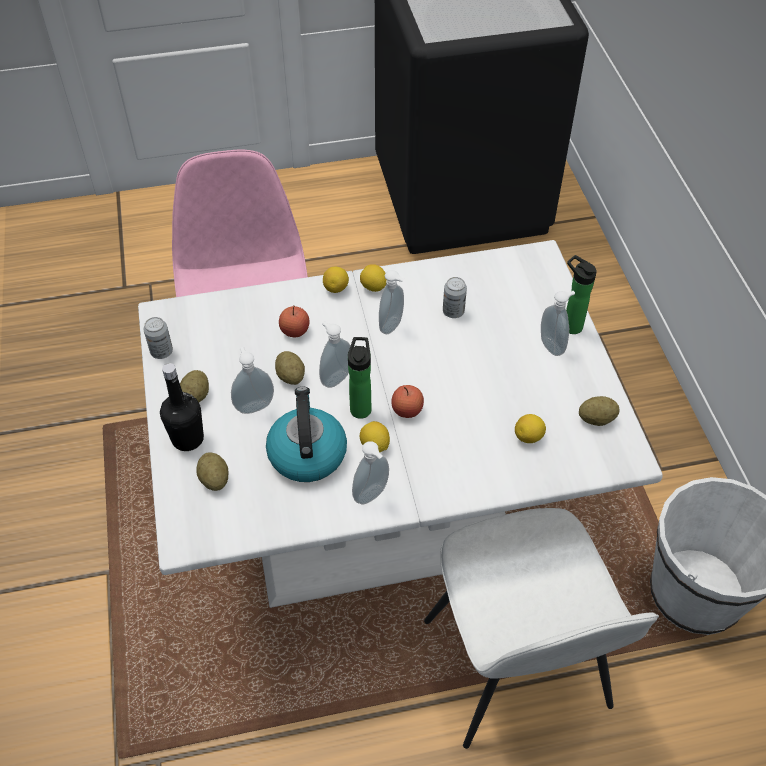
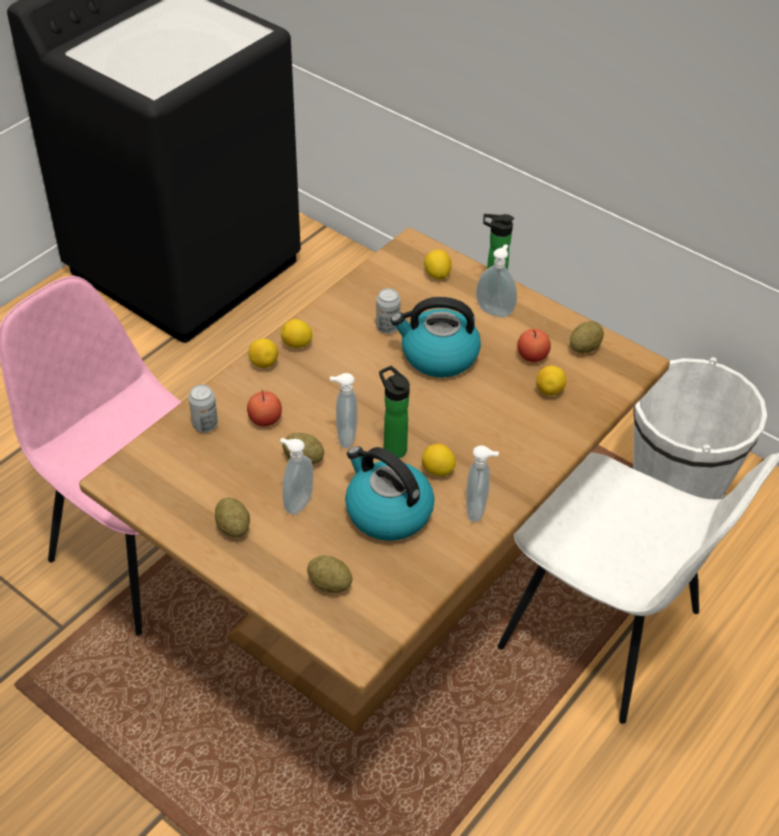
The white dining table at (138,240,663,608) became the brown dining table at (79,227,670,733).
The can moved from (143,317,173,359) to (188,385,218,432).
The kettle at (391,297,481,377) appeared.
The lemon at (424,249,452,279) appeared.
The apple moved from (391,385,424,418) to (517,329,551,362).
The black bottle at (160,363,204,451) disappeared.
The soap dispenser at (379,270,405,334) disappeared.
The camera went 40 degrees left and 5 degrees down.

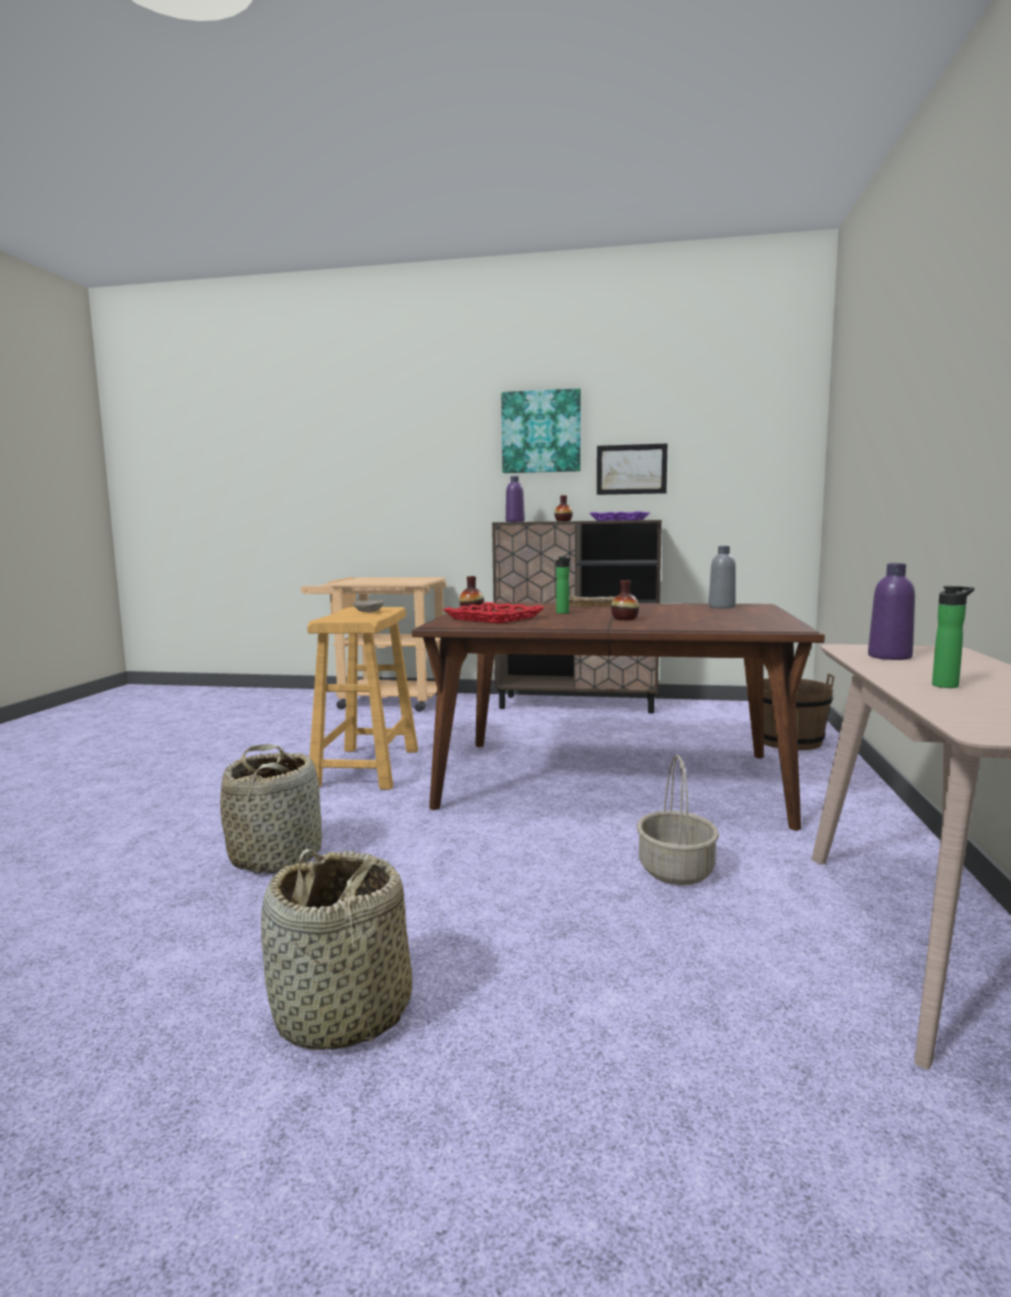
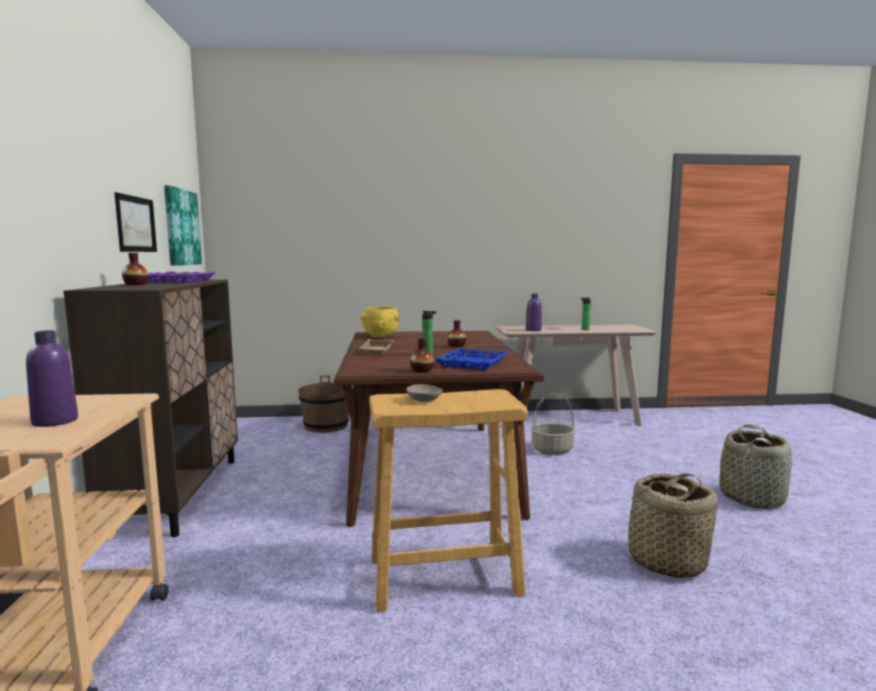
The purple bottle moved from (506,476,525,522) to (26,330,78,427).
The picture moved from (501,388,581,473) to (164,185,202,266).
The grey bottle at (708,546,736,609) was replaced by the yellow bowl at (360,307,401,337).
The red tray at (443,602,545,624) became the blue tray at (435,348,508,370).
The camera went 105 degrees left and 0 degrees up.

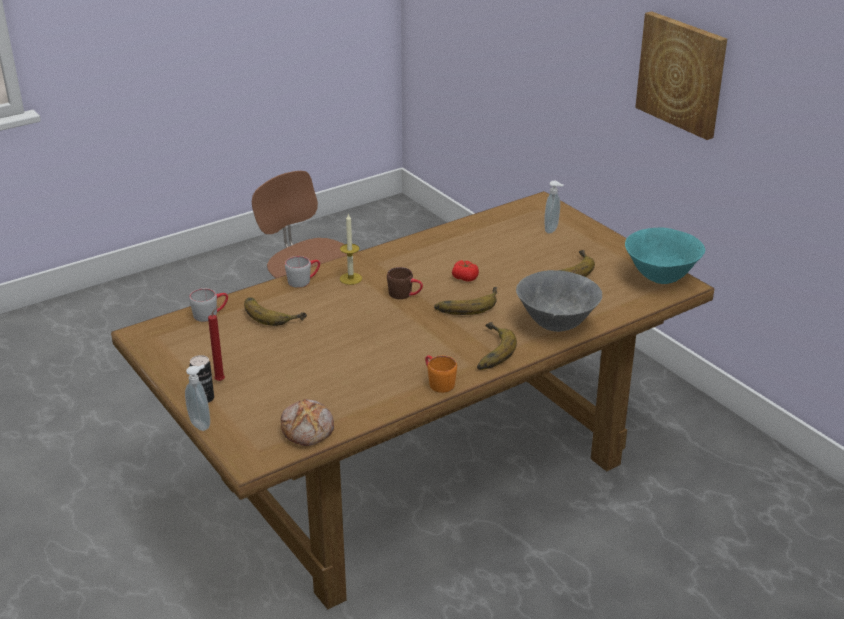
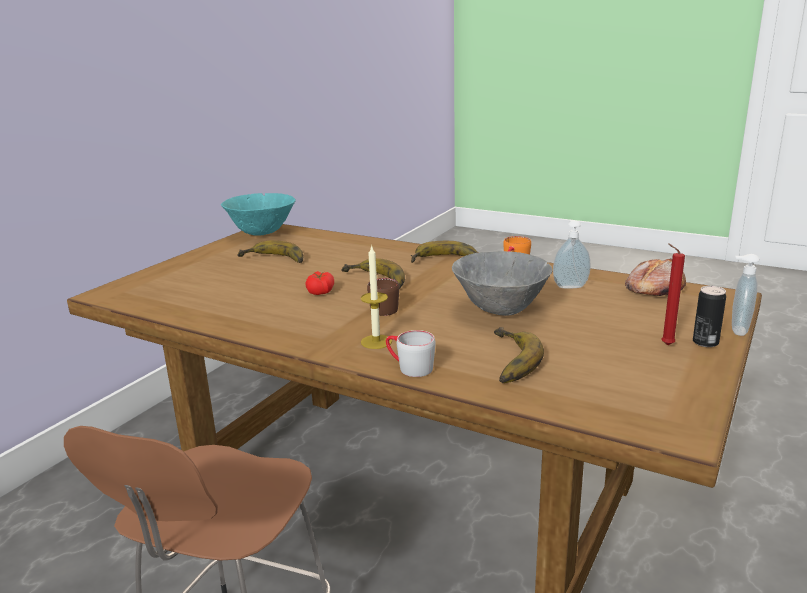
The grey bowl moved from (516,270,602,332) to (452,251,553,316).
The soap dispenser moved from (544,181,563,233) to (553,220,591,289).
The grey mug at (189,288,228,322) disappeared.
The picture at (635,11,727,140) disappeared.
The camera went 115 degrees left and 10 degrees down.

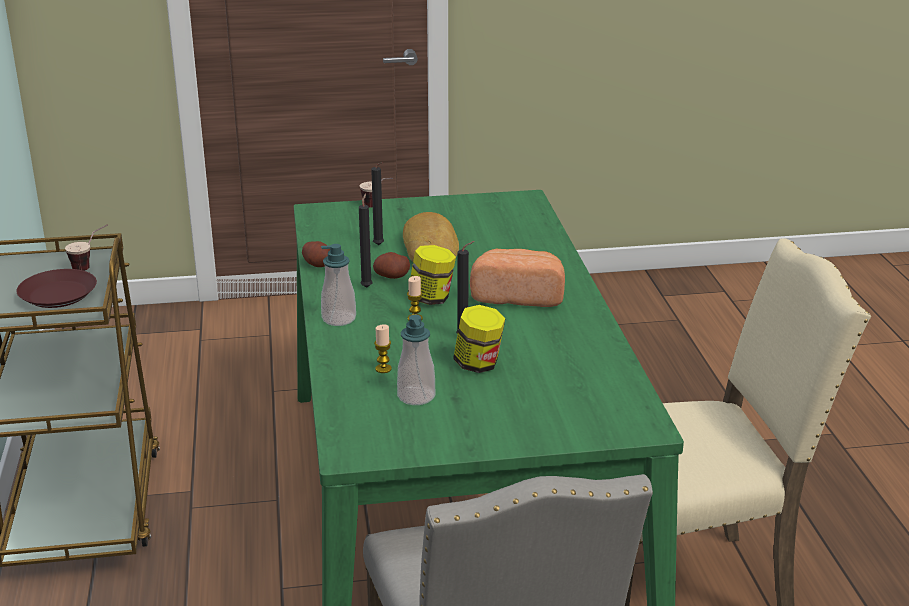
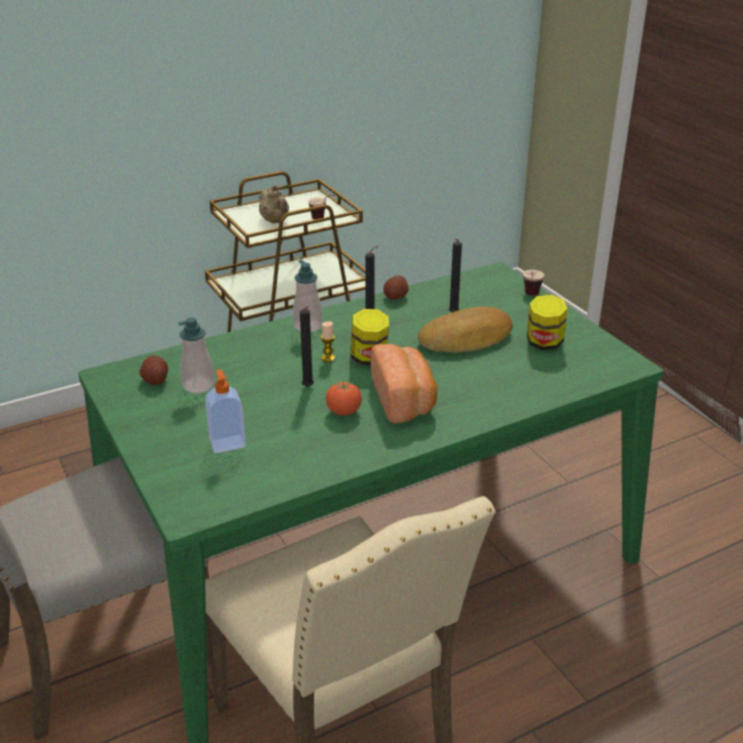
The potato moved from (373,252,410,279) to (140,355,168,385).
The soap dispenser at (205,369,246,453) appeared.
The brown plate at (16,269,97,308) was replaced by the beige teapot at (259,185,289,223).
The tomato at (326,381,362,415) appeared.
The jar moved from (453,305,505,373) to (527,295,568,350).
The candle at (374,324,392,373) disappeared.
The camera went 70 degrees right and 5 degrees up.

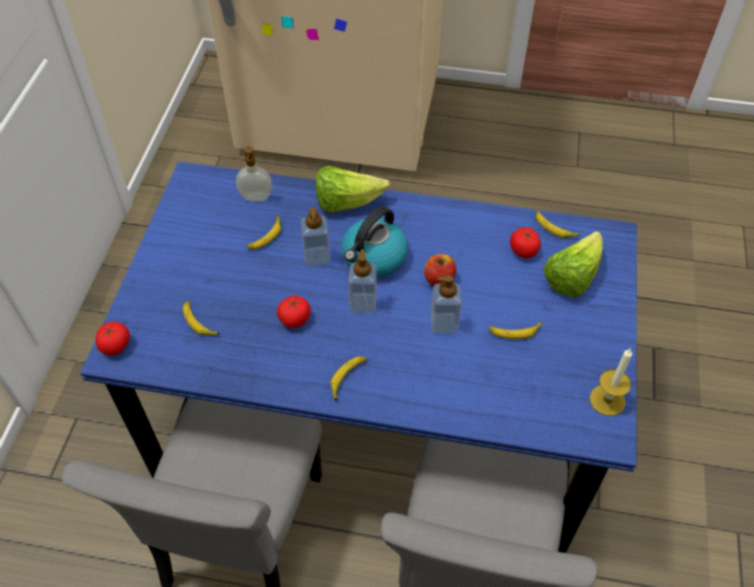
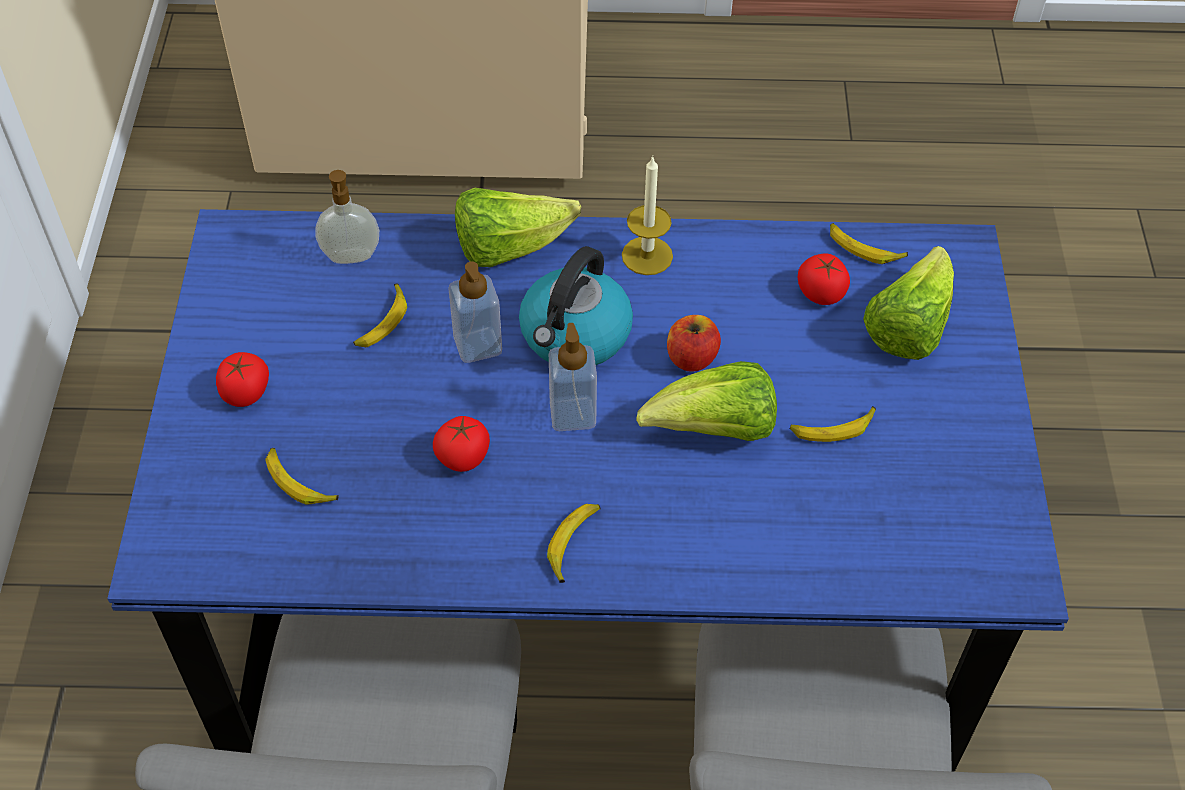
The tomato moved from (96,322,130,355) to (216,352,269,407).
The candle moved from (590,348,632,416) to (622,156,673,275).
The soap dispenser at (431,275,462,333) was replaced by the lettuce at (636,361,777,441).
The camera went 10 degrees left and 0 degrees up.

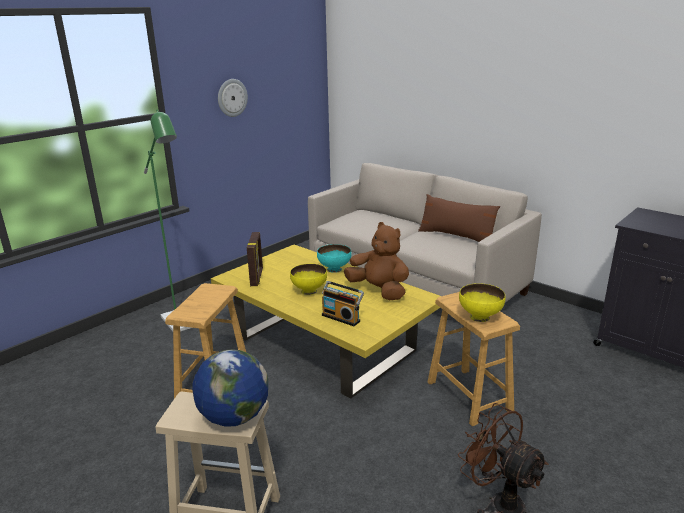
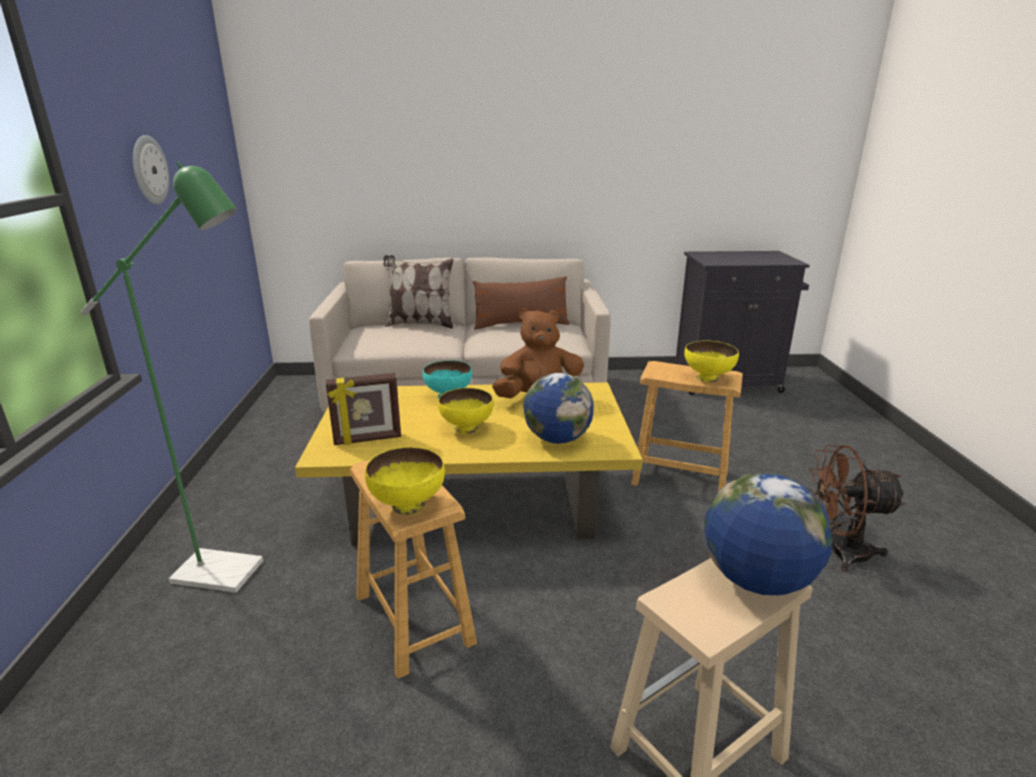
The picture frame at (247,232,263,286) turned 120 degrees clockwise.
The yellow bowl at (365,447,445,515) appeared.
The pillow at (383,255,453,328) appeared.
The radio at (322,281,364,326) was replaced by the globe at (523,373,594,444).
The camera went 45 degrees left and 0 degrees up.

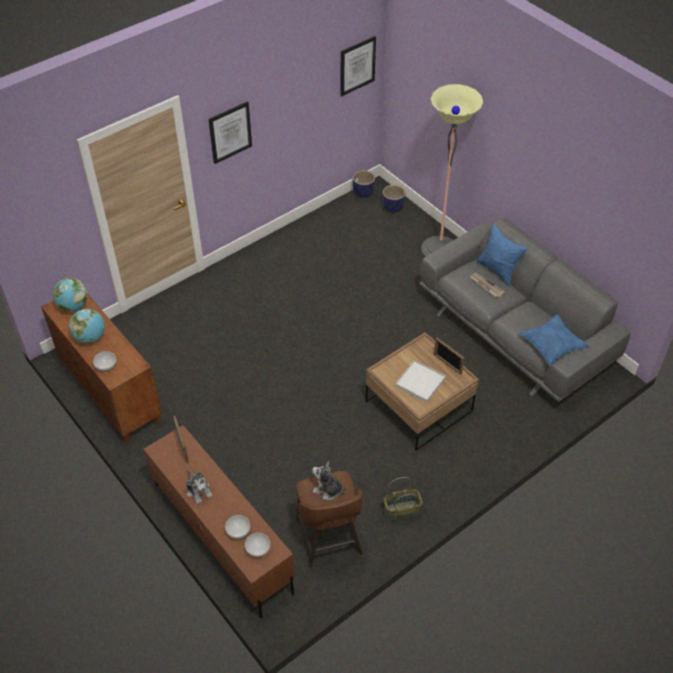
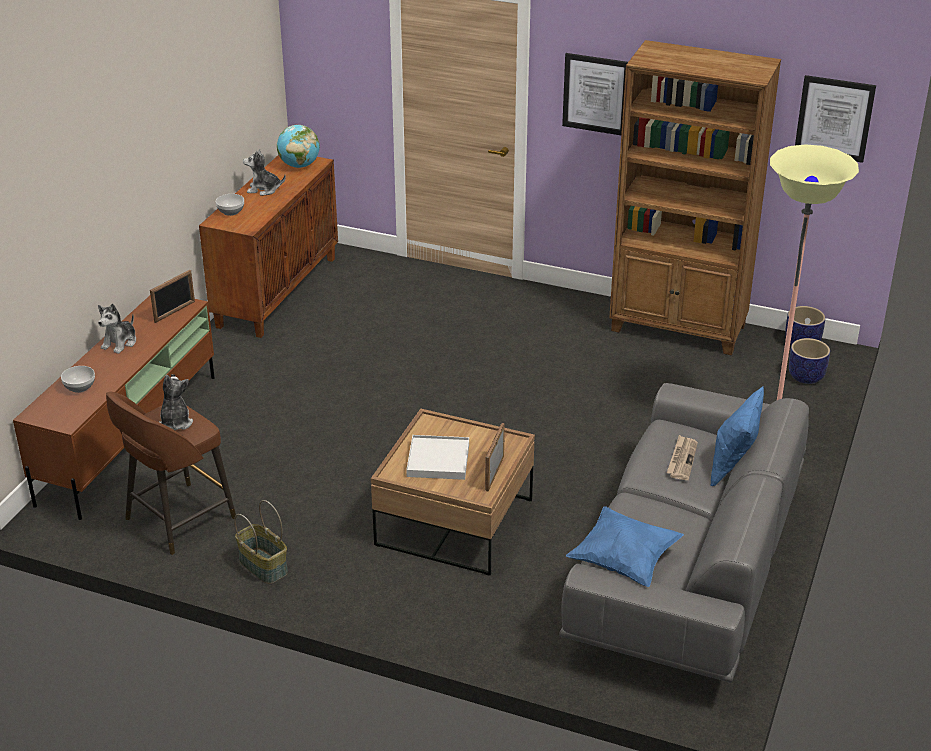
The globe at (69,309,105,344) was replaced by the plush toy at (243,149,286,196).
The brown bookcase at (609,40,781,355) appeared.
The bowl at (245,533,270,558) disappeared.
The camera went 60 degrees right and 15 degrees down.

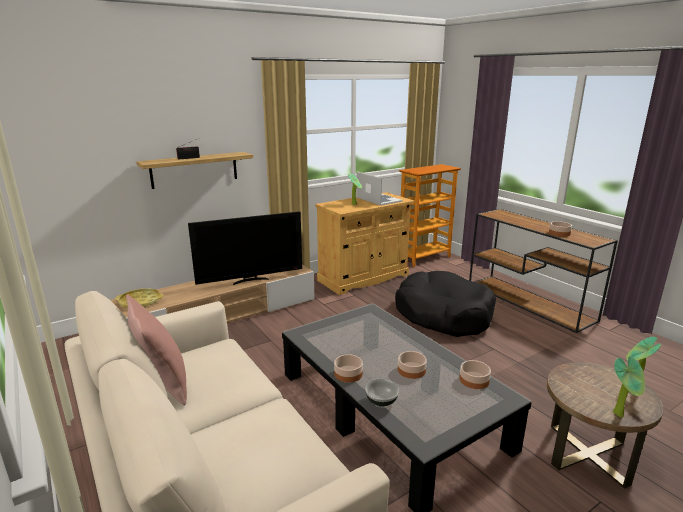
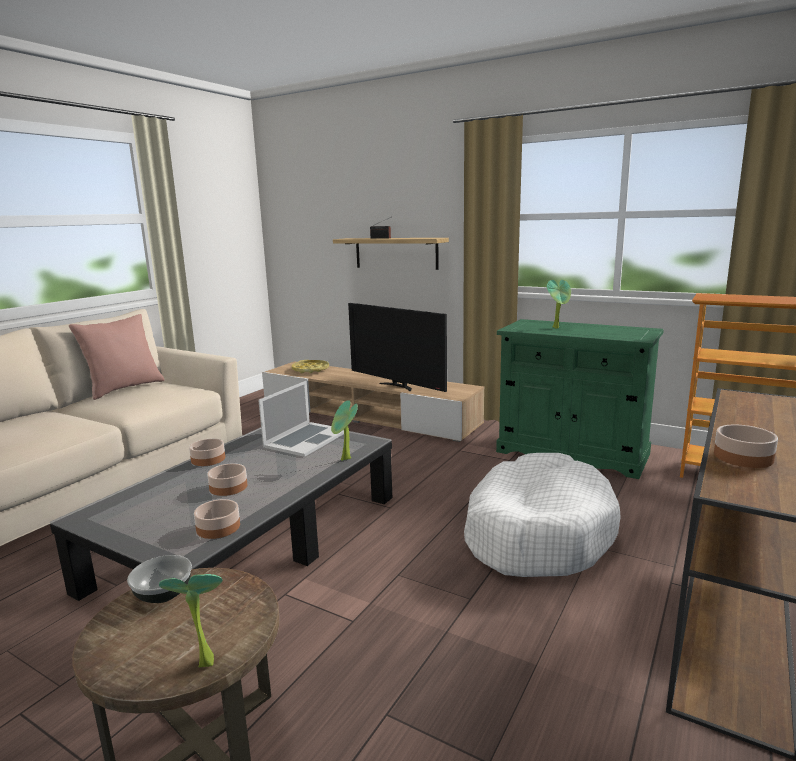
The bowl moved from (365,379,399,406) to (127,555,192,603).
The laptop moved from (357,172,403,206) to (258,381,344,457).
The potted plant moved from (613,357,645,417) to (331,400,358,461).
The black dog bed at (395,271,496,337) became the white dog bed at (464,453,620,577).
The beige cabinet at (315,192,414,295) became the green cabinet at (496,319,664,479).
The camera went 65 degrees right and 5 degrees down.

